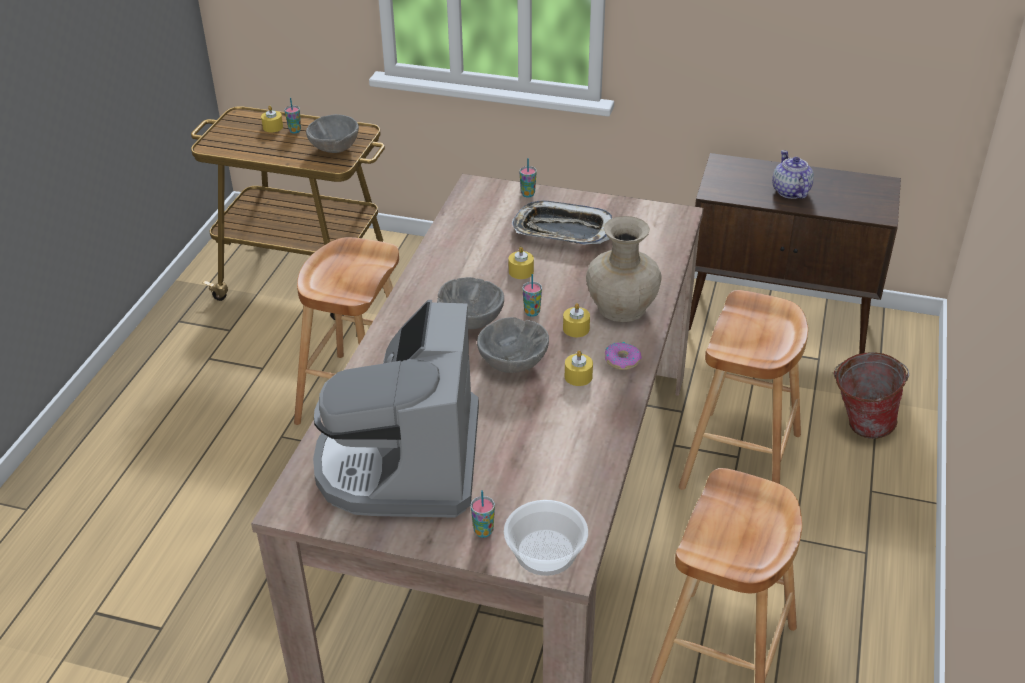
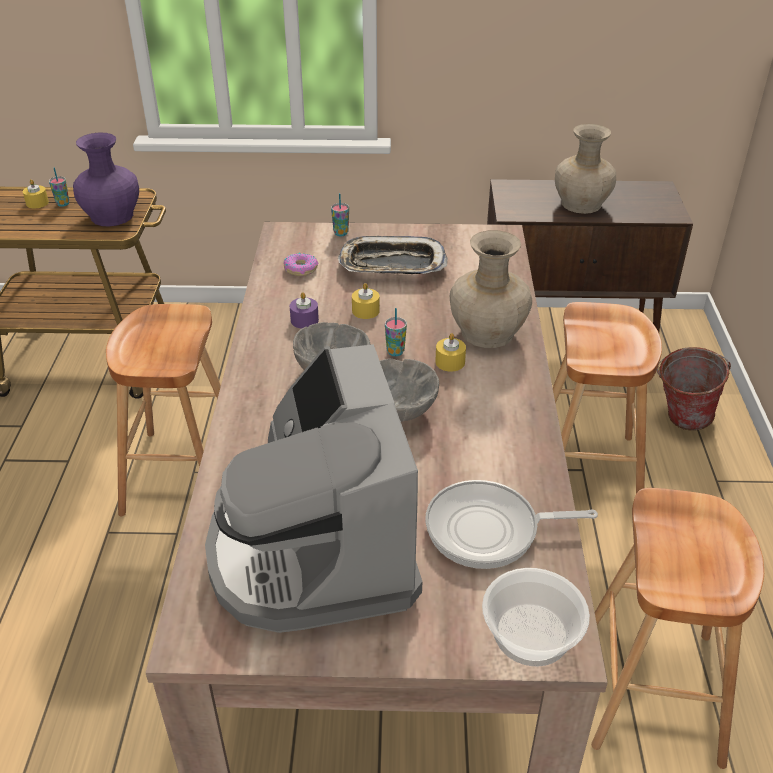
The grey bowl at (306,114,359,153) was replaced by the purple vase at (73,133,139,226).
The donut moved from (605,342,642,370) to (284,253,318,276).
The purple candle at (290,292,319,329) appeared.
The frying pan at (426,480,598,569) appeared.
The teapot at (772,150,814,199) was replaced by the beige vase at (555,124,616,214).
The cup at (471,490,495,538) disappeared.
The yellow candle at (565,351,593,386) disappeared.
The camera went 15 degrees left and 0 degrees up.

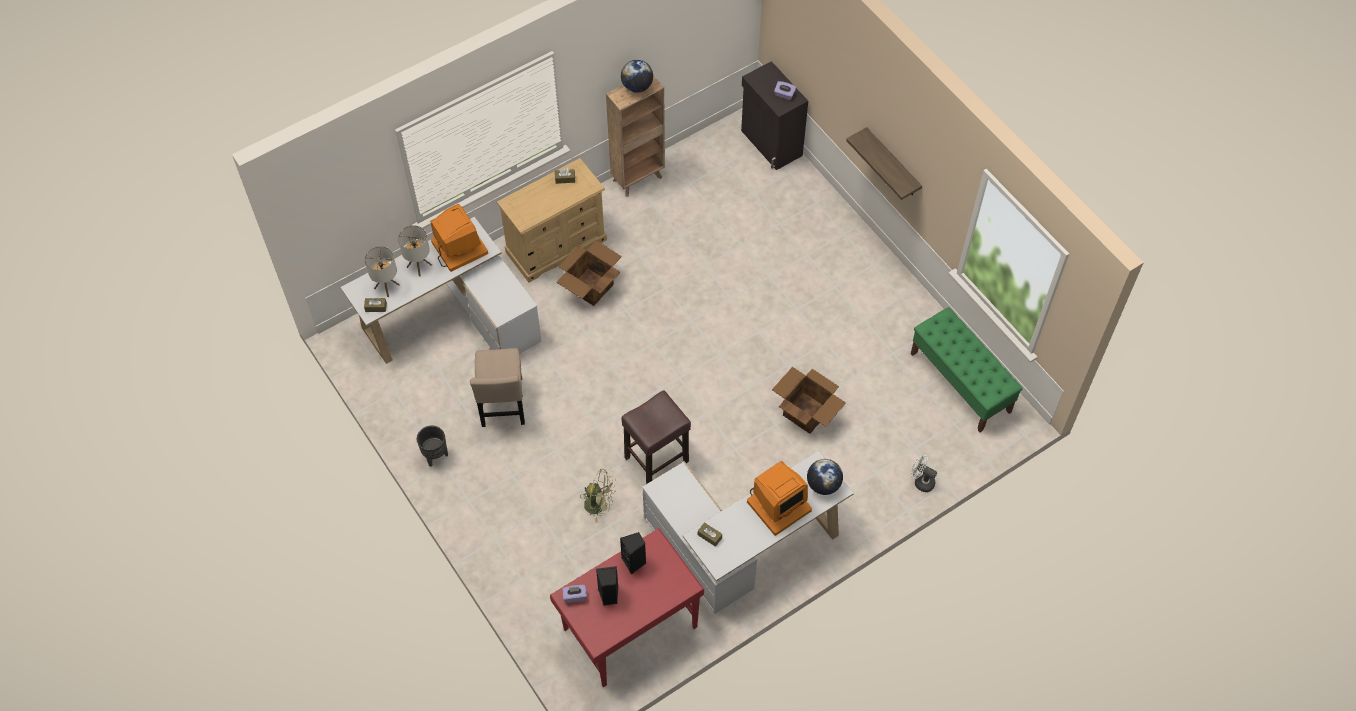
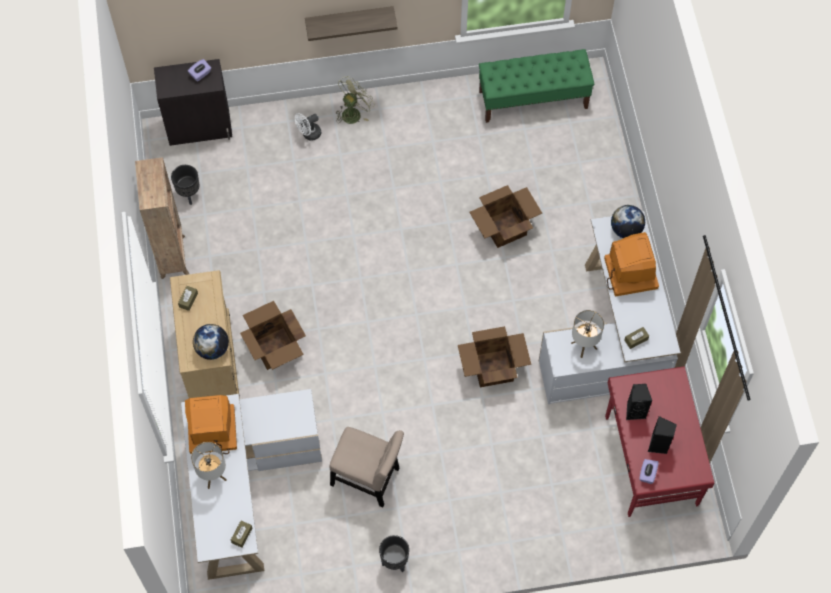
The black planter at (171,165,199,205) appeared.
The globe moved from (621,60,653,93) to (193,324,229,360).
The white fan moved from (911,455,937,492) to (295,113,321,141).
The green fan moved from (580,469,616,523) to (336,76,373,124).
The brown stool at (621,390,691,484) was replaced by the cardboard box at (458,326,531,387).
The table lamp moved from (365,246,400,297) to (571,310,604,358).
The camera went 65 degrees left and 5 degrees up.

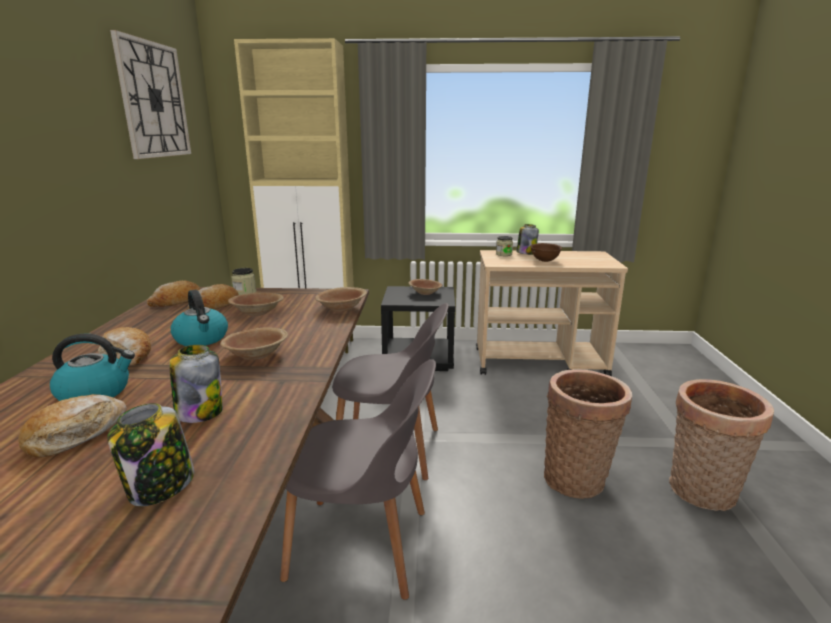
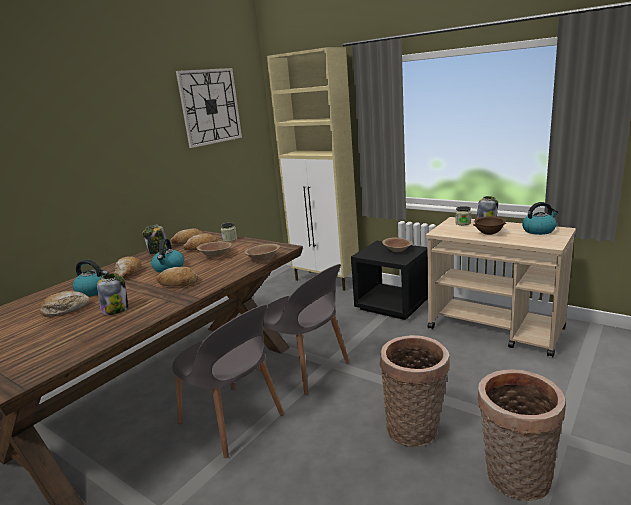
The jar moved from (107,403,194,506) to (143,224,167,255).
The brown bowl at (220,327,288,360) was replaced by the bread at (156,267,198,286).
The kettle at (522,202,558,235) appeared.
The camera went 35 degrees right and 0 degrees up.

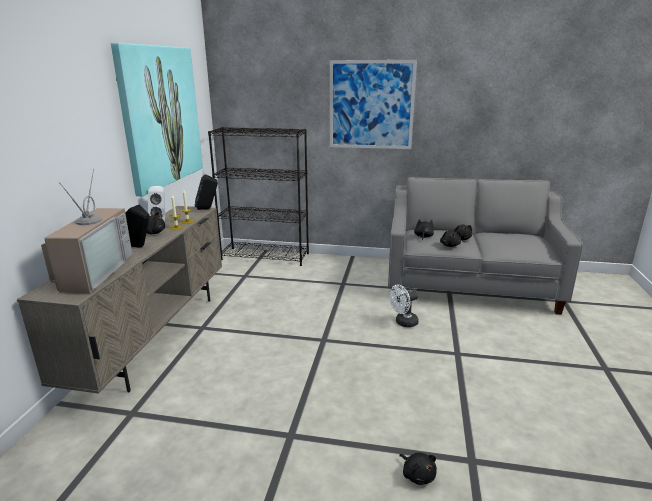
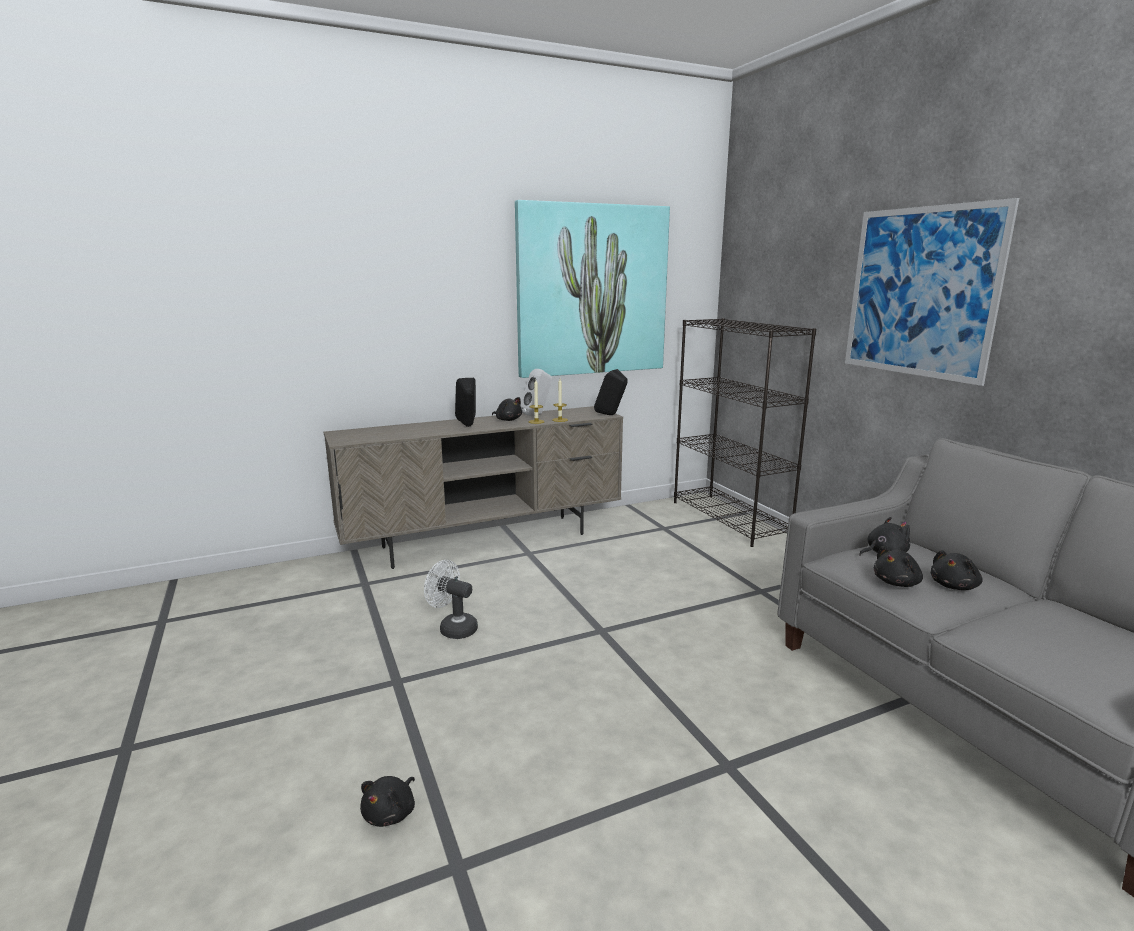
The white fan moved from (389,285,419,327) to (424,560,478,639).
The television at (41,169,133,293) disappeared.
The camera went 55 degrees right and 5 degrees down.

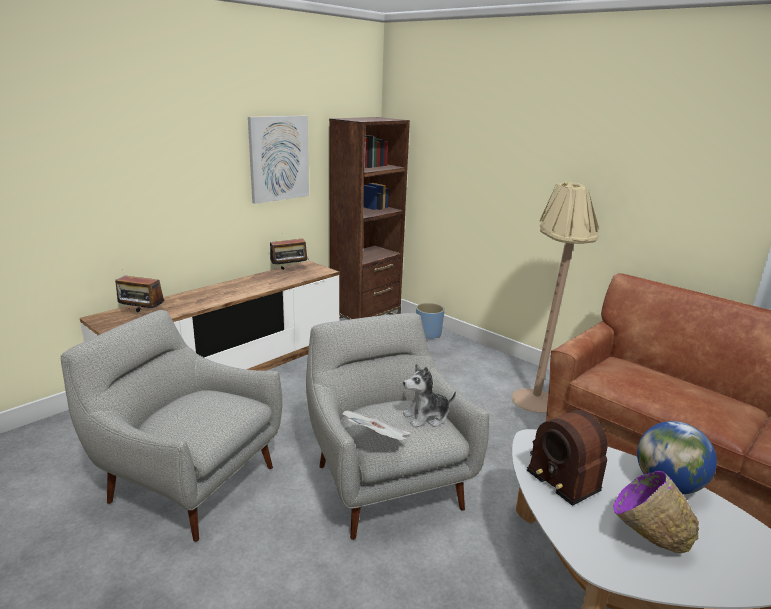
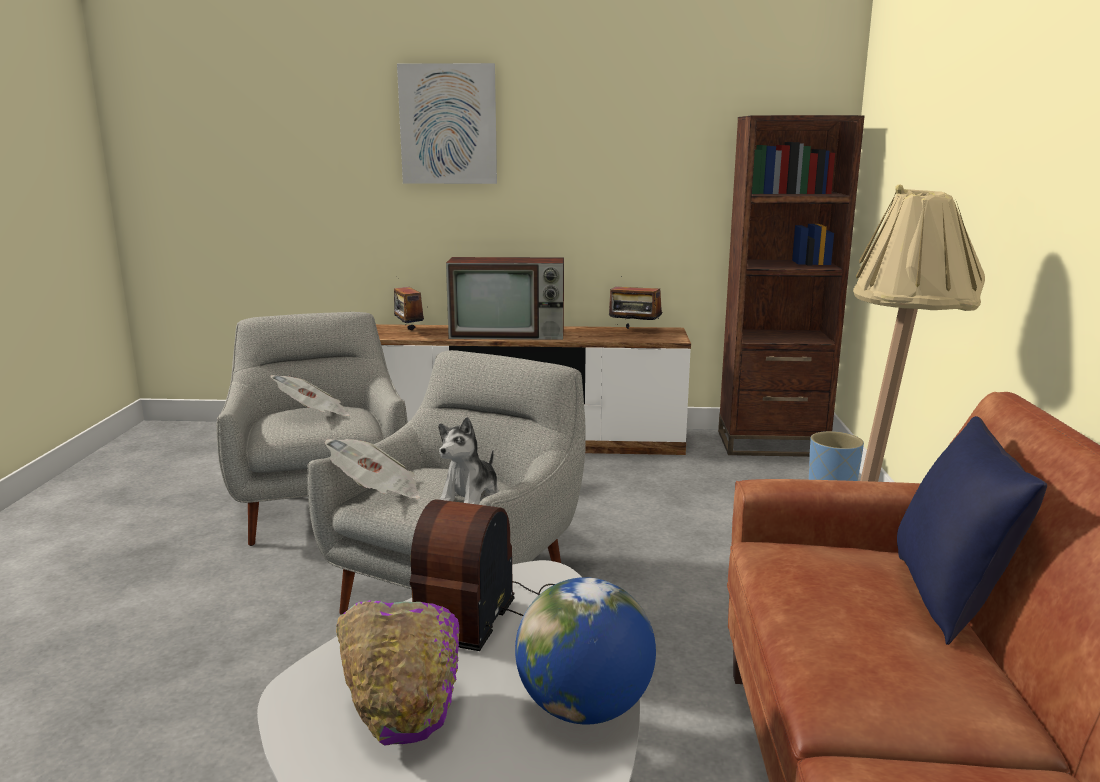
The newspaper at (270,375,350,416) appeared.
The picture moved from (248,115,309,204) to (397,63,497,184).
The plush toy at (403,364,456,428) turned 90 degrees counterclockwise.
The television at (446,257,564,340) appeared.
The blue pillow at (897,416,1047,645) appeared.
The camera went 50 degrees right and 5 degrees down.

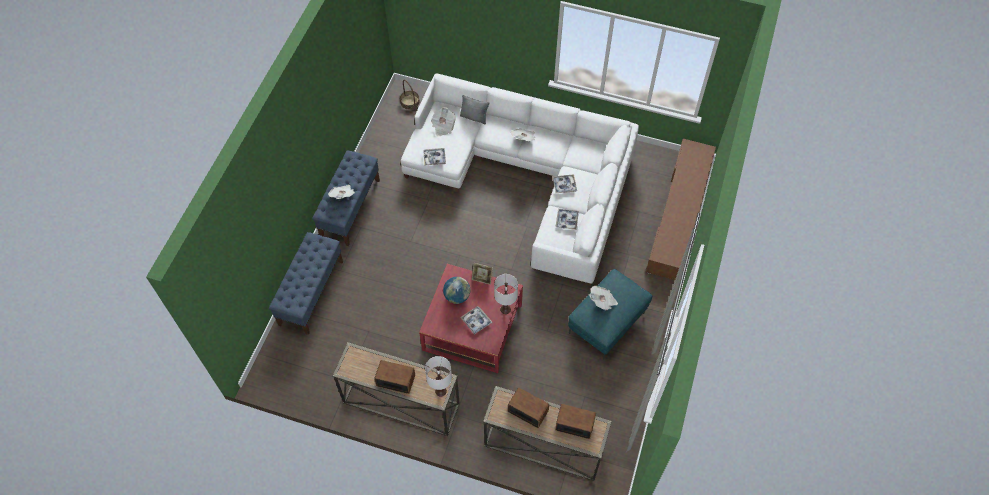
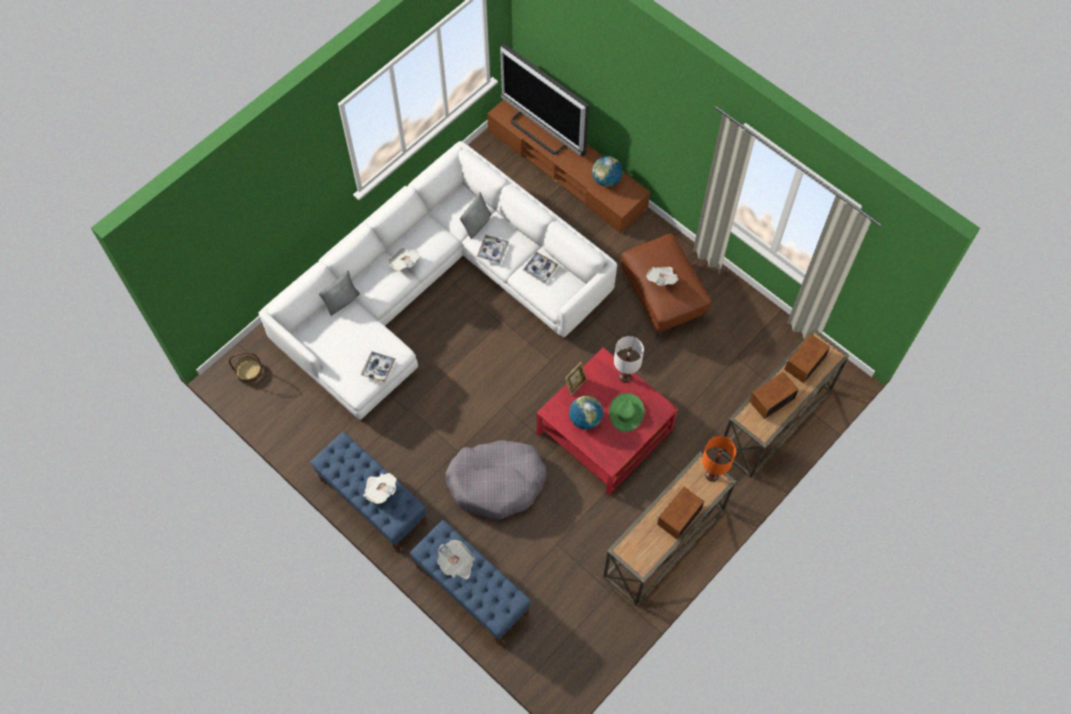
The newspaper moved from (431,107,456,136) to (437,540,475,579).
The grey dog bed at (445,440,547,519) appeared.
The grey pillow at (460,192,491,239) appeared.
The television at (500,43,589,156) appeared.
The globe at (592,156,623,187) appeared.
The tray at (460,306,493,335) was replaced by the green hat at (609,393,645,432).
The turquoise ottoman at (568,269,652,360) became the brown ottoman at (621,233,711,339).
The white table lamp at (425,356,452,397) became the orange table lamp at (702,436,736,482).
The camera went 65 degrees left and 5 degrees up.

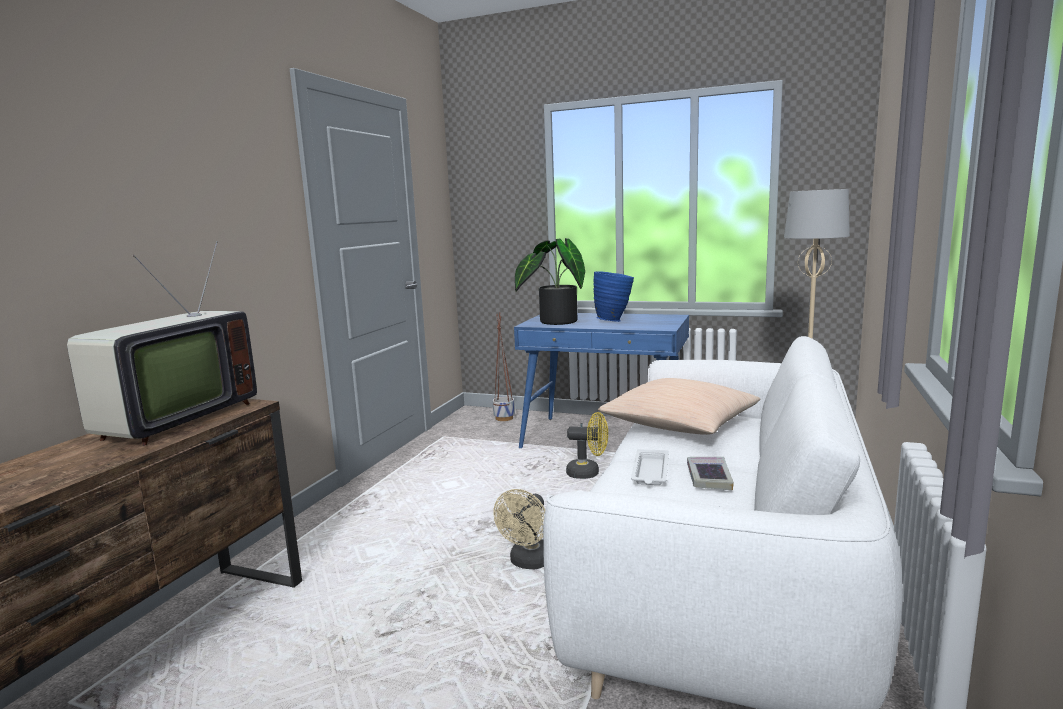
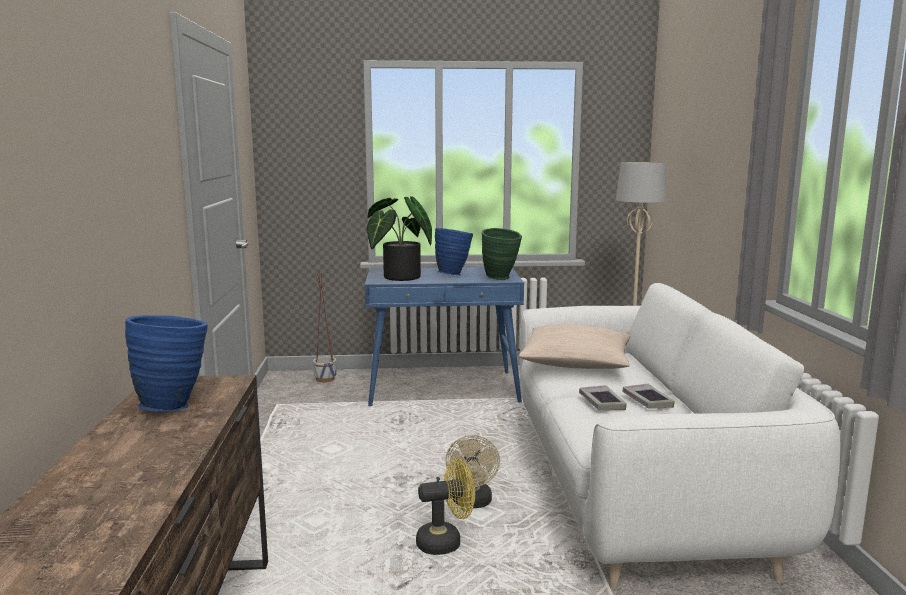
The television at (67,241,257,446) was replaced by the blue vase at (125,315,208,412).
The yellow fan moved from (566,412,608,479) to (416,458,475,555).
The green vase at (482,228,522,280) appeared.
The white tray at (631,449,669,485) was replaced by the book at (579,385,627,410).
The camera went 25 degrees left and 0 degrees up.

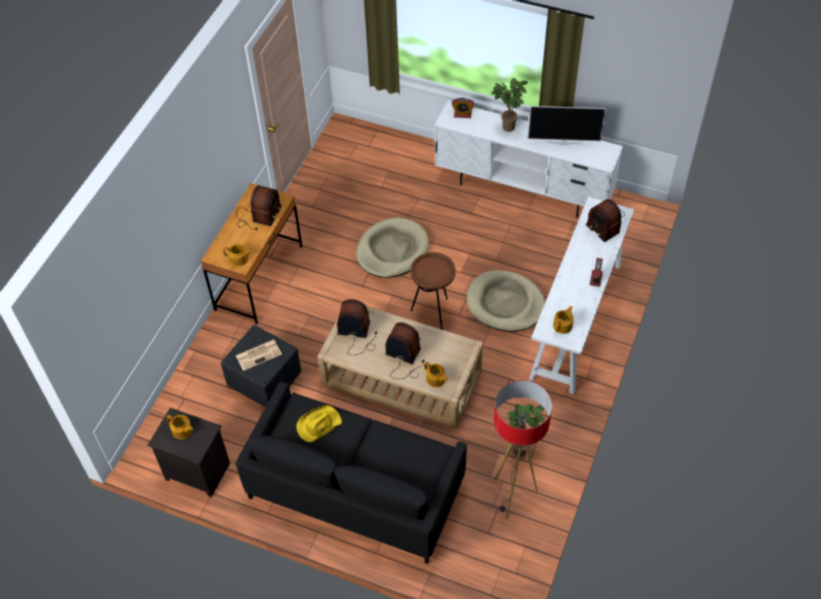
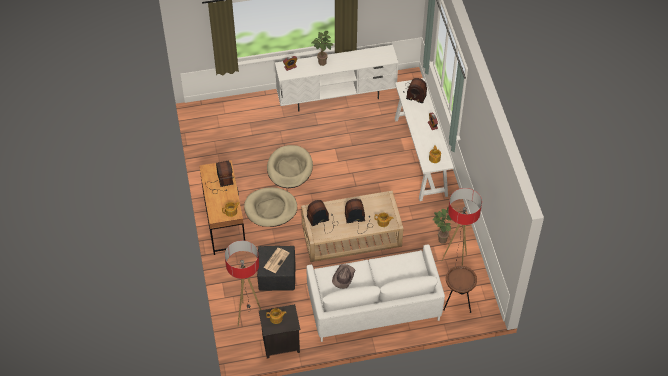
The floor lamp at (225,240,261,327) appeared.
The beige dog bed moved from (467,270,545,332) to (244,187,297,227).
The black sofa at (236,382,467,564) became the white sofa at (306,245,445,342).
The yellow hat at (296,405,342,442) became the brown hat at (332,264,356,289).
The brown side table moved from (410,252,456,330) to (443,266,477,313).
The television at (528,106,606,145) disappeared.
The camera went 35 degrees left and 0 degrees up.

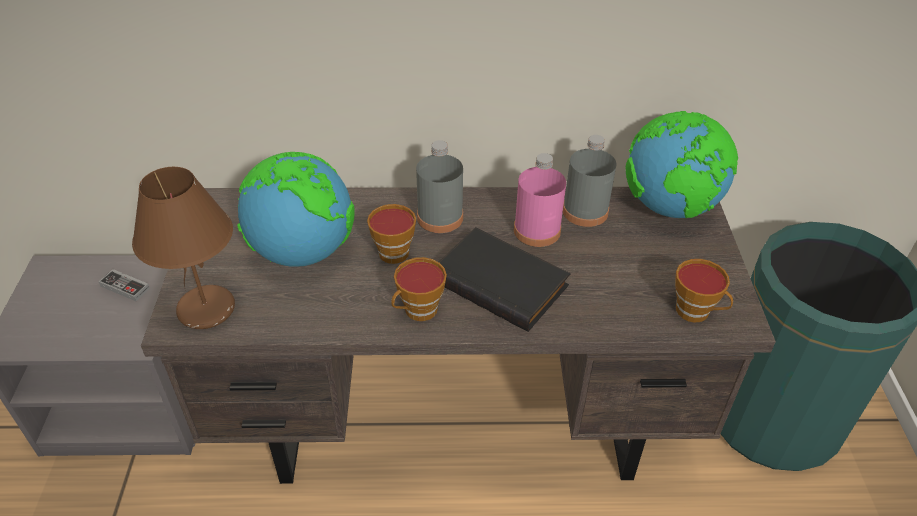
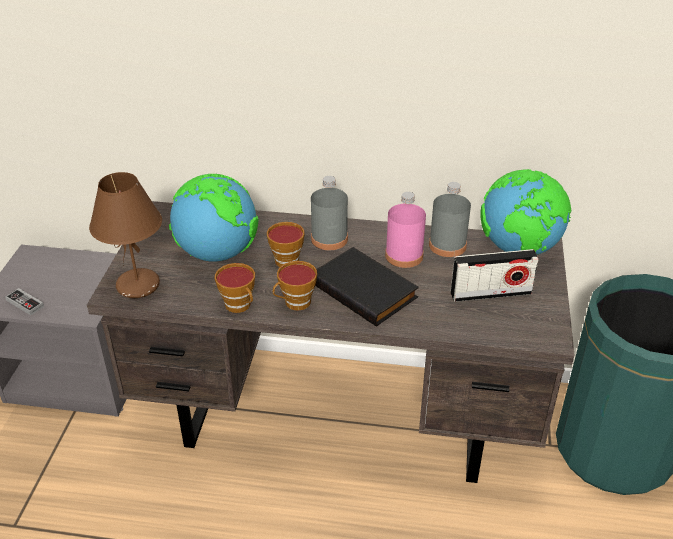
The game controller moved from (98,269,150,301) to (5,288,44,315).
The cup moved from (675,259,733,322) to (215,263,255,313).
The radio at (451,249,539,302) appeared.
The camera went 10 degrees right and 5 degrees down.

